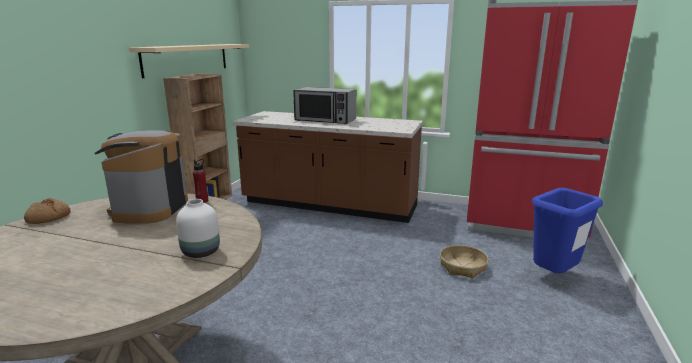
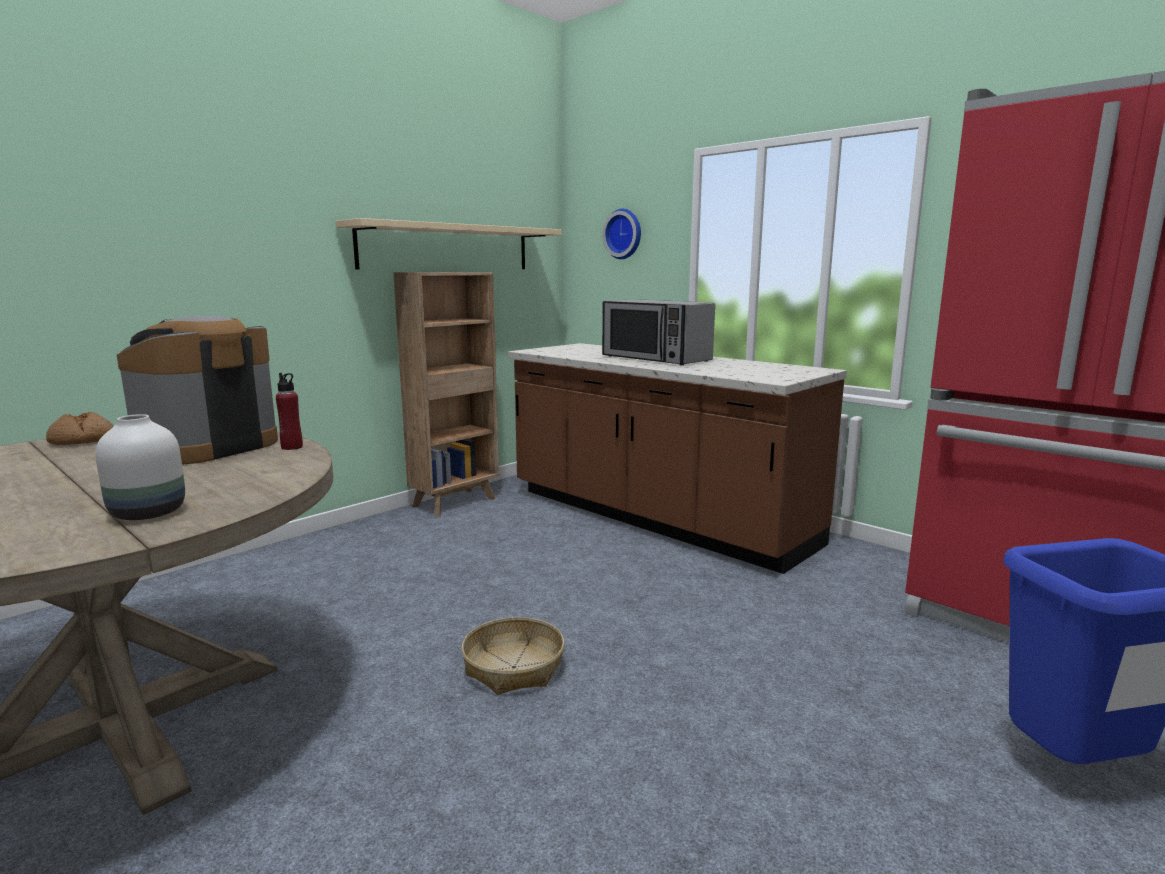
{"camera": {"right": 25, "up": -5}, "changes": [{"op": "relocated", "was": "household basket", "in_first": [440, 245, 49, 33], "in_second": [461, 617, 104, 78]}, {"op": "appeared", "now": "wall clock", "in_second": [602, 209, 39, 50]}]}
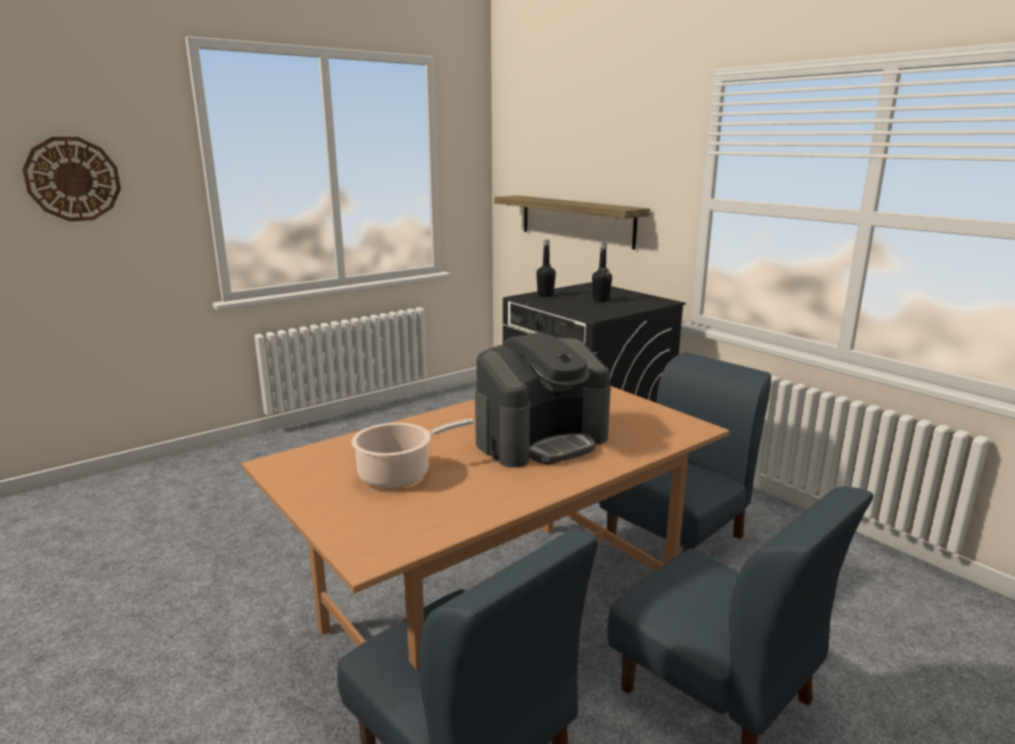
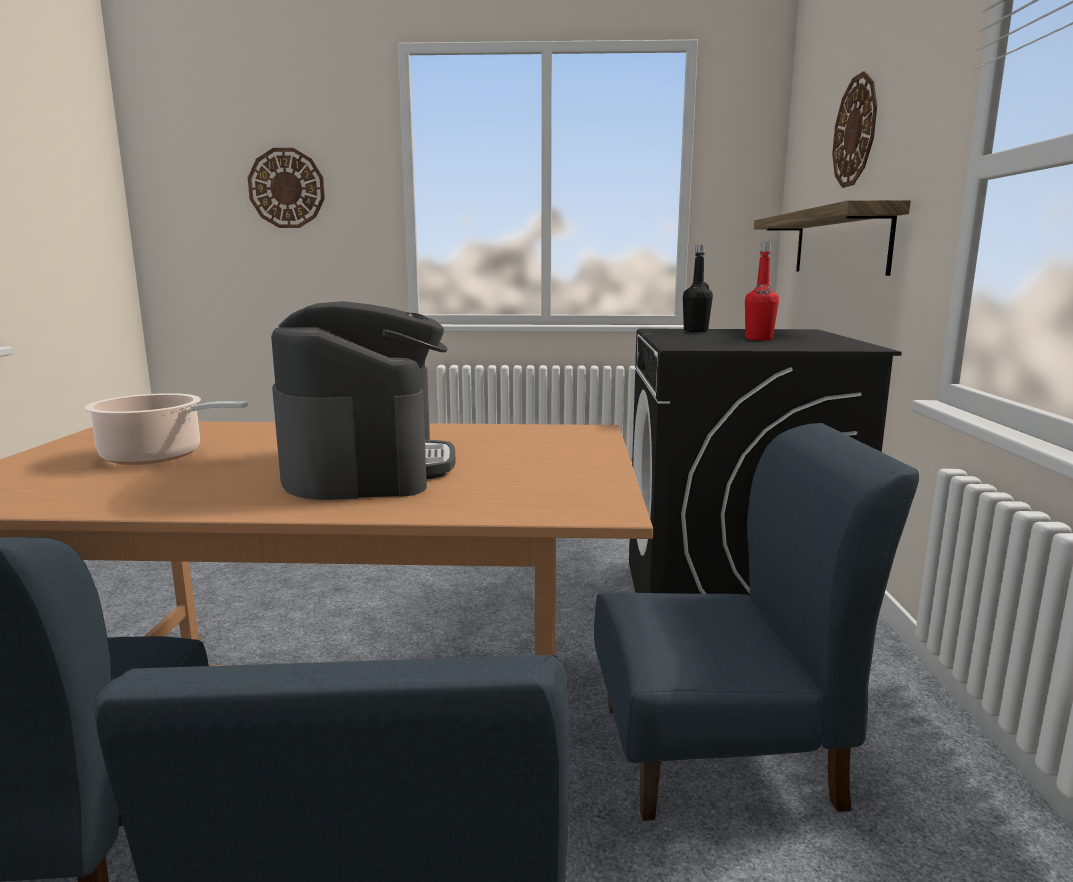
{"camera": {"right": 40, "up": -5}, "changes": [{"op": "spun", "was": "coffee maker", "in_first": [475, 332, 136, 135], "in_second": [271, 301, 184, 199], "clockwise": -105}, {"op": "colour", "was": "black bottle", "now": "red-coloured bottle", "in_first": [592, 243, 20, 59], "in_second": [745, 243, 34, 98]}, {"op": "appeared", "now": "wall clock", "in_second": [832, 71, 45, 117]}]}
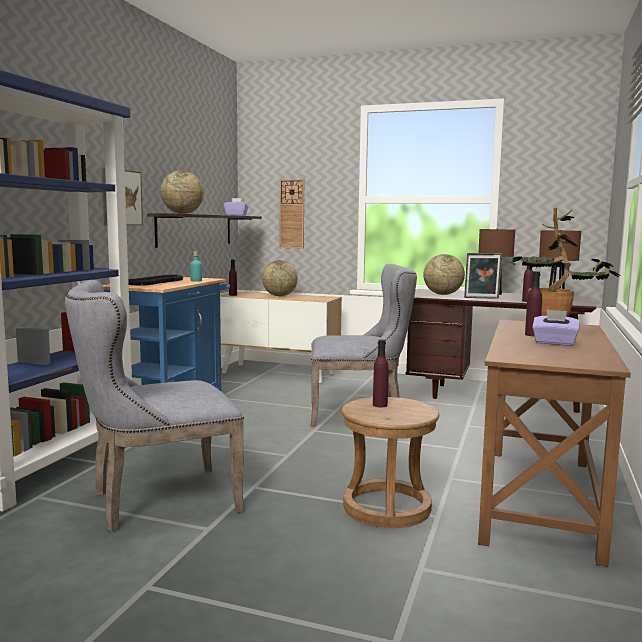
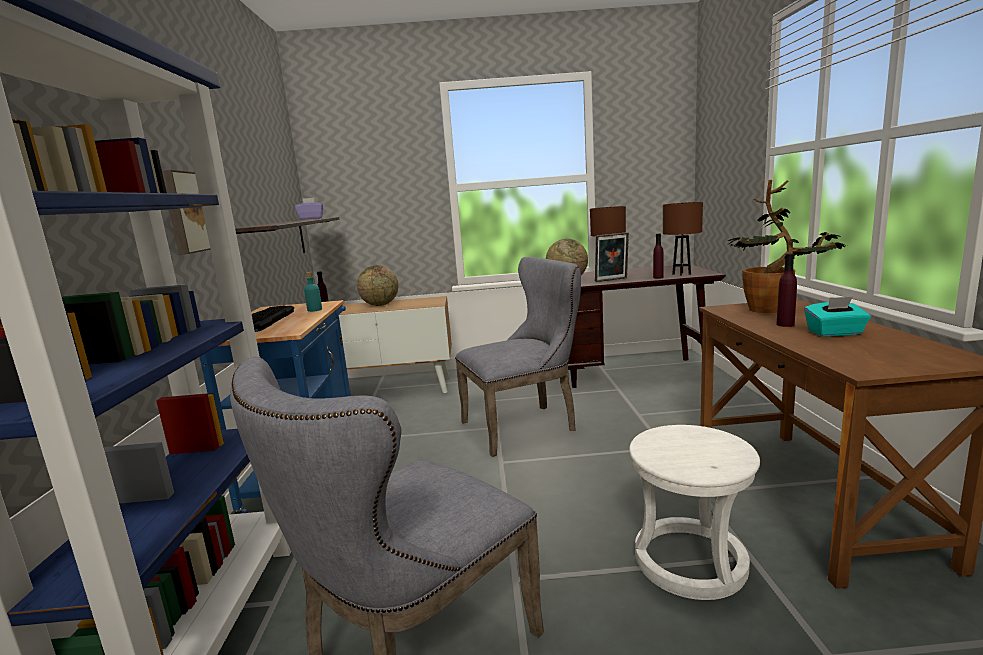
{"camera": {"right": -20, "up": 5}, "changes": [{"op": "colour", "was": "brown sitting stool", "now": "whitish sitting stool", "in_first": [341, 397, 98, 131], "in_second": [629, 425, 131, 175]}, {"op": "colour", "was": "purple-coloured box of tissues", "now": "blue-green box of tissues", "in_first": [532, 309, 48, 37], "in_second": [804, 296, 67, 41]}, {"op": "missing", "was": "globe", "in_first": [161, 170, 43, 44]}, {"op": "missing", "was": "wall clock", "in_first": [280, 179, 24, 70]}, {"op": "missing", "was": "purple-coloured bottle", "in_first": [373, 340, 16, 67]}]}
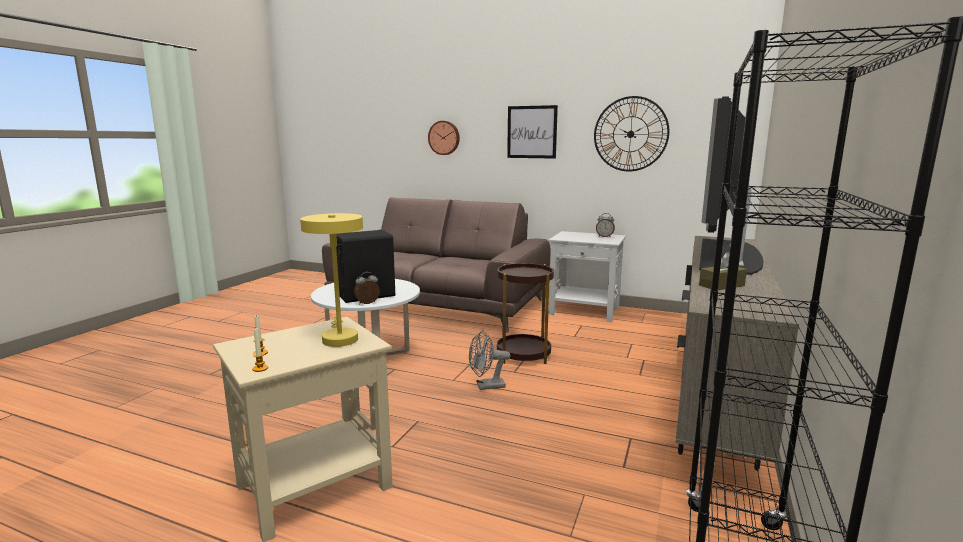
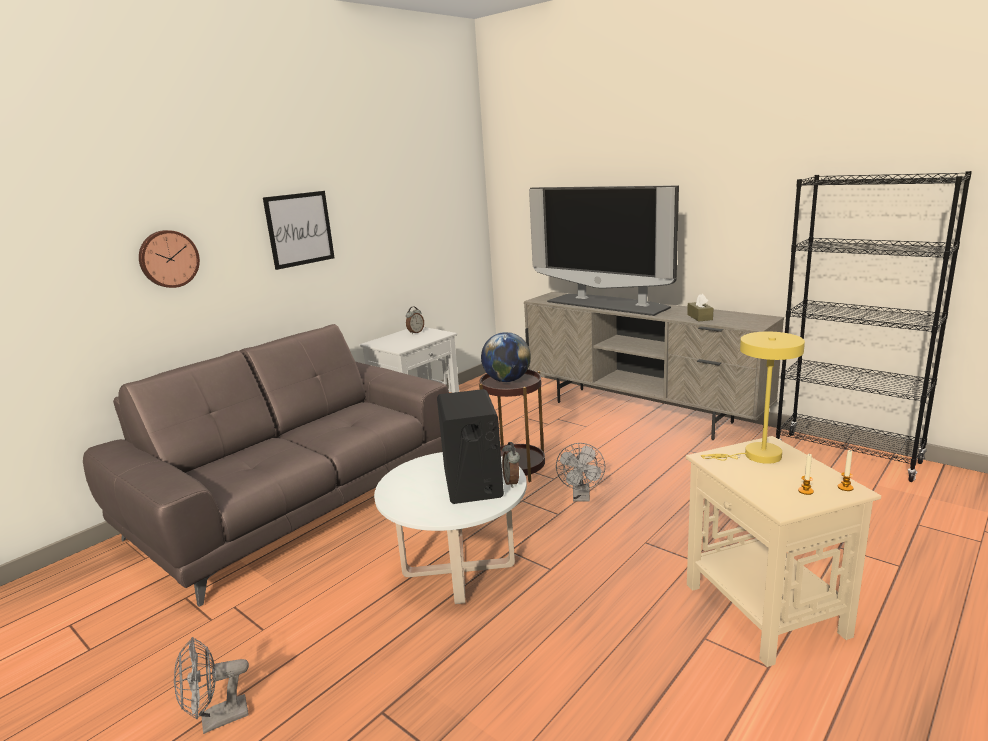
{"camera": {"right": -70, "up": 5}, "changes": [{"op": "appeared", "now": "gray electric fan", "in_second": [174, 637, 75, 97]}, {"op": "appeared", "now": "globe", "in_second": [481, 332, 50, 50]}, {"op": "missing", "was": "wall clock", "in_first": [594, 96, 75, 76]}]}
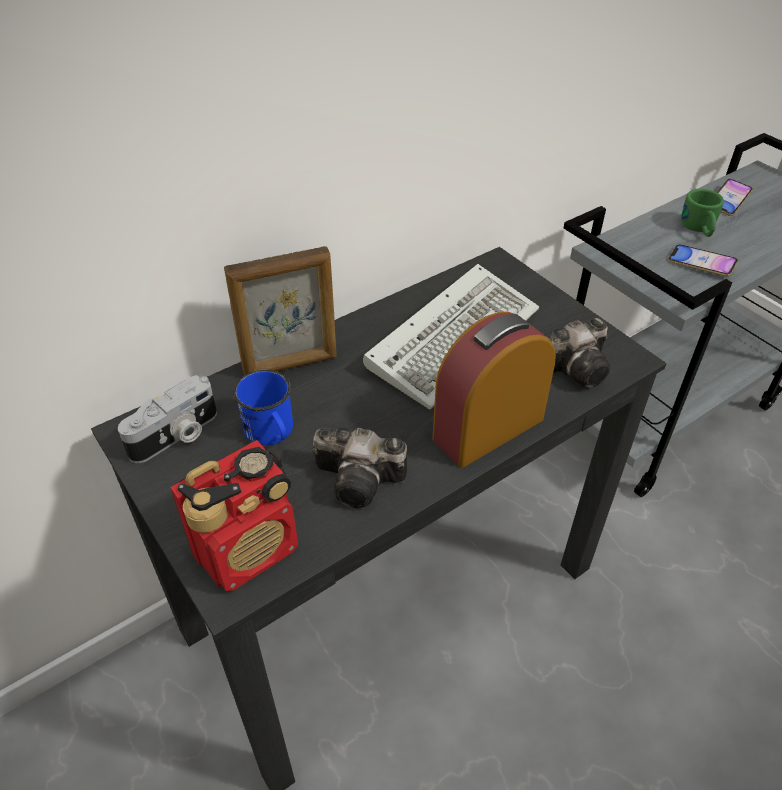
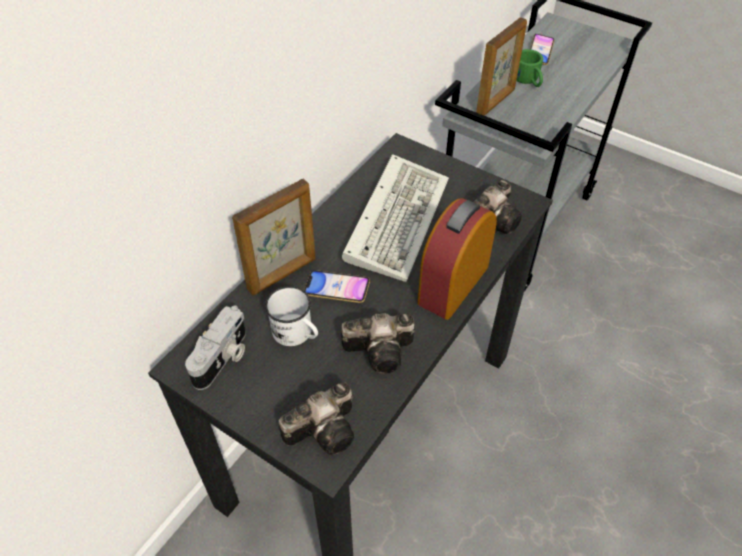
{"camera": {"right": -20, "up": 5}, "changes": [{"op": "colour", "was": "blue coffee mug", "now": "whitish coffee mug", "in_first": [233, 370, 60, 75], "in_second": [265, 286, 53, 60]}, {"op": "exchanged", "was": "radio", "now": "still camera", "in_first": [170, 440, 128, 151], "in_second": [279, 382, 75, 73]}, {"op": "relocated", "was": "handset", "in_first": [668, 244, 70, 32], "in_second": [304, 270, 66, 33]}, {"op": "appeared", "now": "photo frame", "in_second": [476, 17, 51, 99]}]}
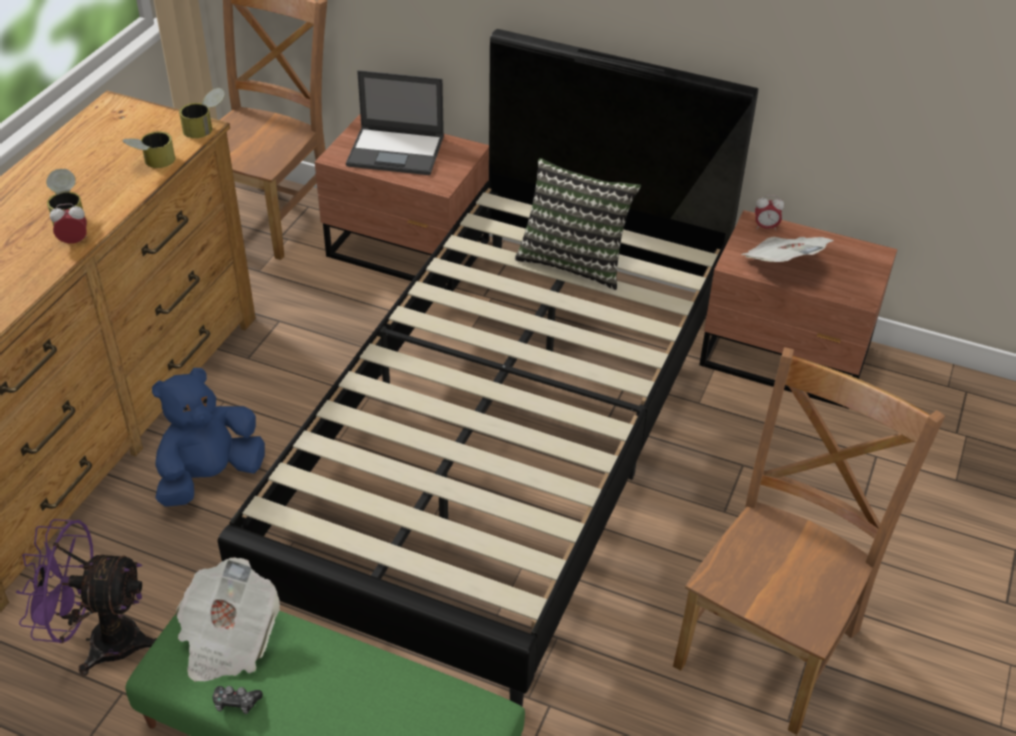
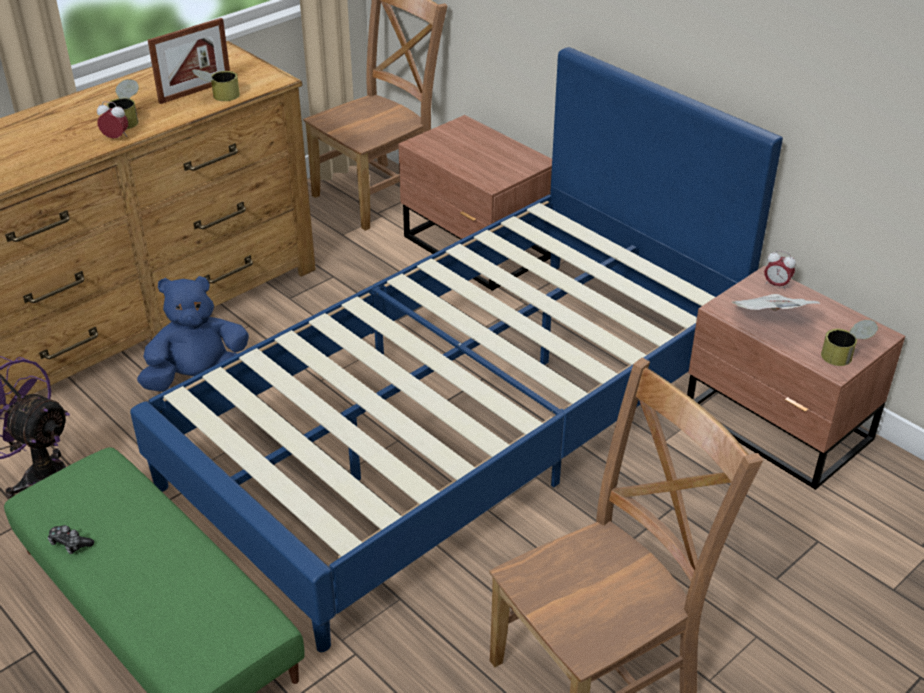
{"camera": {"right": 25, "up": -5}, "changes": [{"op": "colour", "was": "black sleeping bed", "now": "blue sleeping bed", "in_first": [218, 29, 540, 678], "in_second": [130, 47, 653, 605]}, {"op": "appeared", "now": "photo frame", "in_second": [148, 18, 82, 86]}, {"op": "relocated", "was": "metal can", "in_first": [179, 88, 46, 50], "in_second": [821, 320, 57, 46]}, {"op": "missing", "was": "newspaper", "in_first": [176, 557, 104, 125]}, {"op": "missing", "was": "notebook computer", "in_first": [346, 70, 98, 105]}, {"op": "missing", "was": "throw pillow", "in_first": [515, 158, 126, 132]}]}
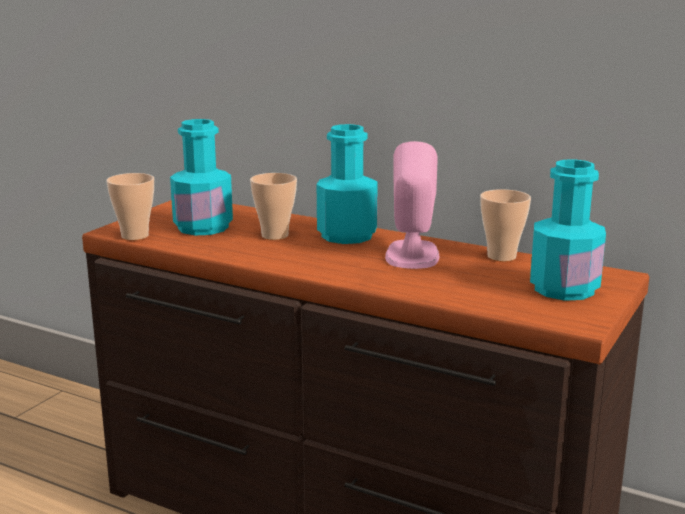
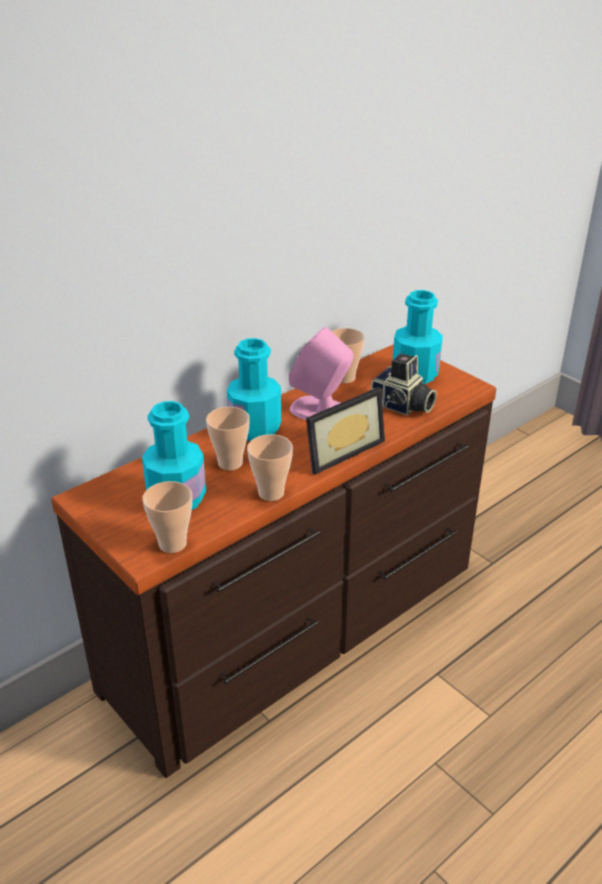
{"camera": {"right": -70, "up": 15}, "changes": [{"op": "appeared", "now": "cup", "in_second": [247, 434, 46, 67]}, {"op": "appeared", "now": "photo frame", "in_second": [306, 387, 79, 88]}, {"op": "appeared", "now": "still camera", "in_second": [369, 353, 68, 62]}]}
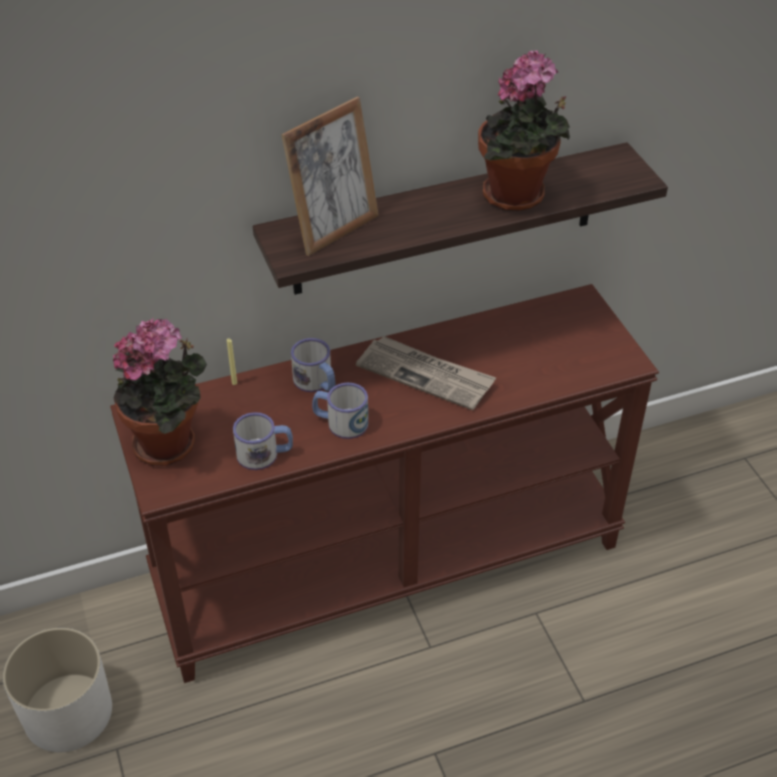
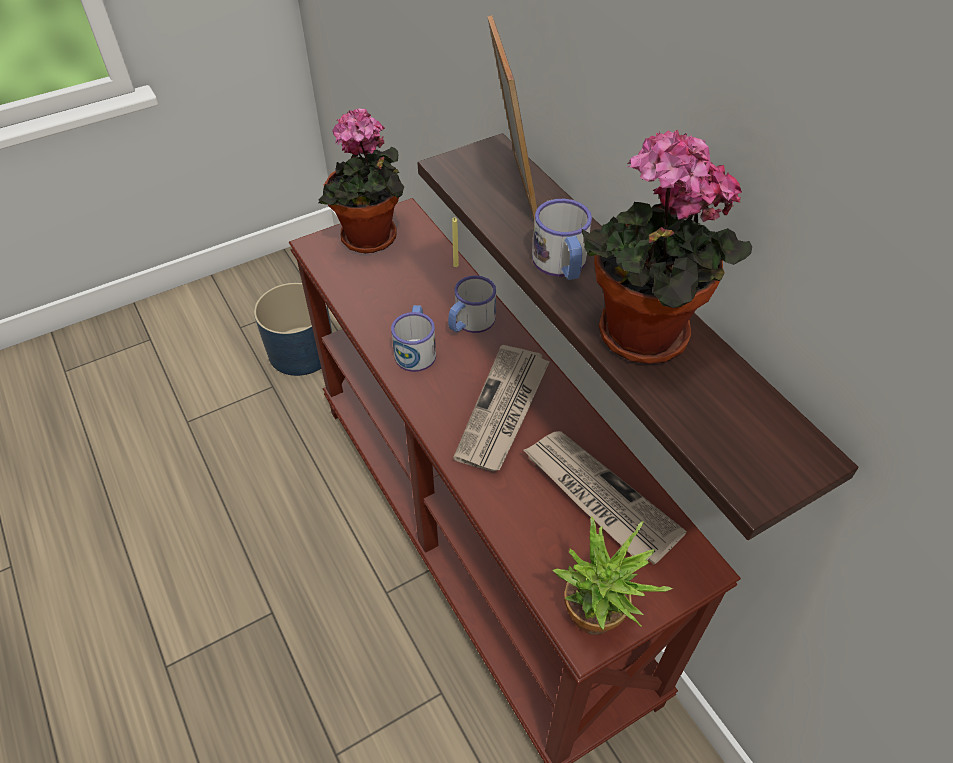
{"camera": {"right": 80, "up": 5}, "changes": [{"op": "colour", "was": "whitish flower pot", "now": "blue flower pot", "in_first": [3, 627, 109, 125], "in_second": [254, 283, 78, 93]}, {"op": "spun", "was": "photo frame", "in_first": [281, 97, 98, 159], "in_second": [487, 15, 50, 206], "clockwise": -135}, {"op": "appeared", "now": "newspaper", "in_second": [523, 431, 164, 134]}, {"op": "relocated", "was": "coffee mug", "in_first": [233, 412, 60, 58], "in_second": [532, 199, 60, 81]}, {"op": "appeared", "now": "potted plant", "in_second": [553, 516, 120, 119]}]}
